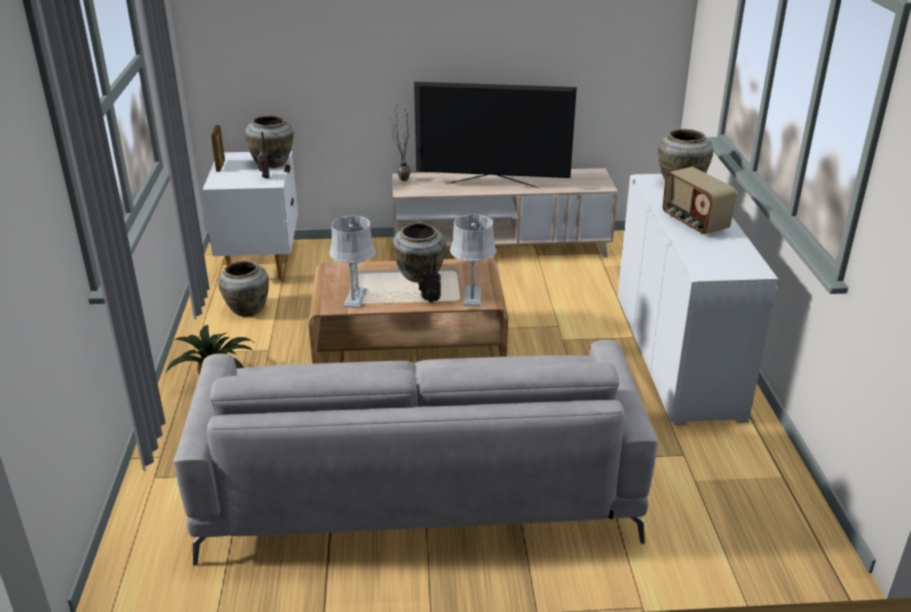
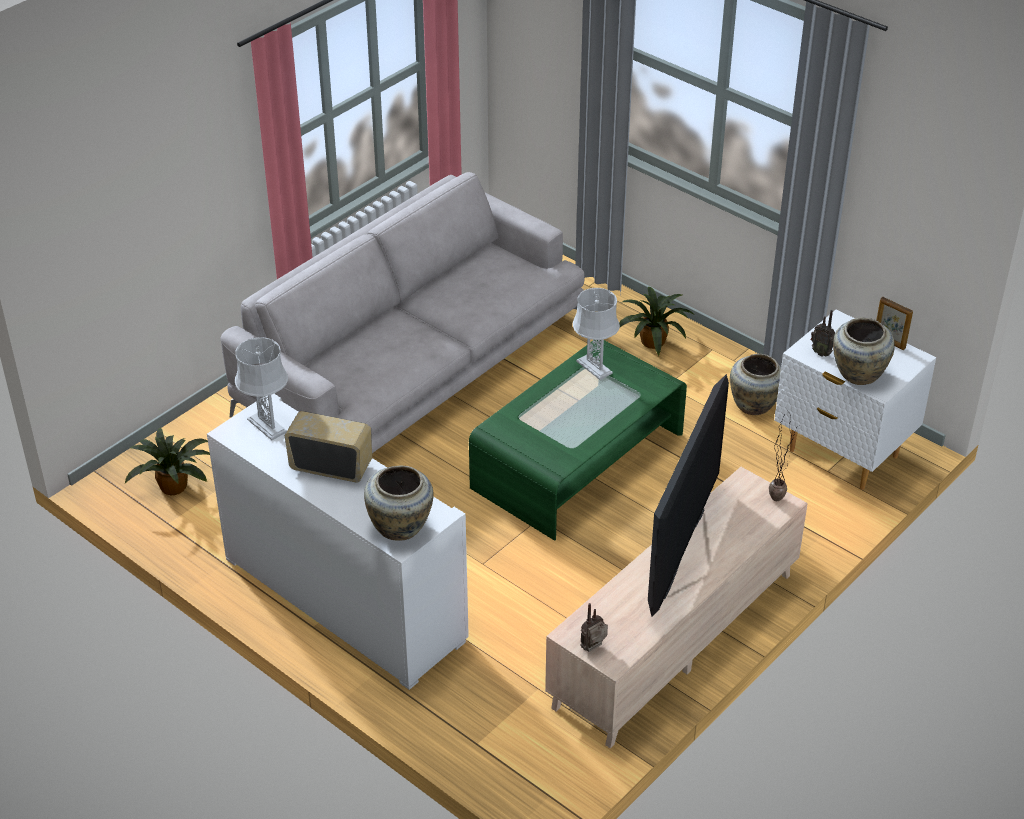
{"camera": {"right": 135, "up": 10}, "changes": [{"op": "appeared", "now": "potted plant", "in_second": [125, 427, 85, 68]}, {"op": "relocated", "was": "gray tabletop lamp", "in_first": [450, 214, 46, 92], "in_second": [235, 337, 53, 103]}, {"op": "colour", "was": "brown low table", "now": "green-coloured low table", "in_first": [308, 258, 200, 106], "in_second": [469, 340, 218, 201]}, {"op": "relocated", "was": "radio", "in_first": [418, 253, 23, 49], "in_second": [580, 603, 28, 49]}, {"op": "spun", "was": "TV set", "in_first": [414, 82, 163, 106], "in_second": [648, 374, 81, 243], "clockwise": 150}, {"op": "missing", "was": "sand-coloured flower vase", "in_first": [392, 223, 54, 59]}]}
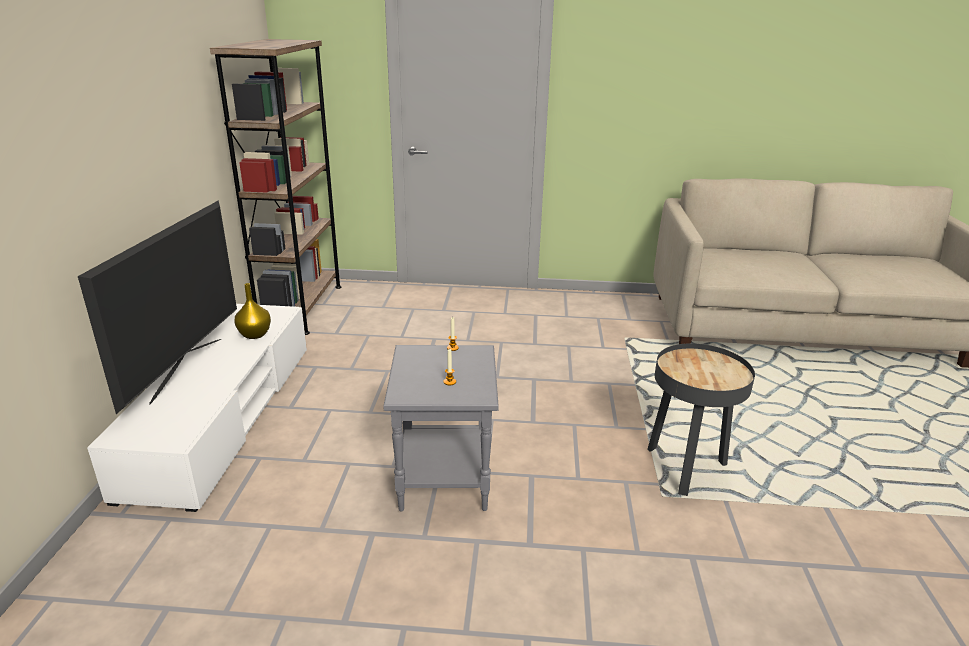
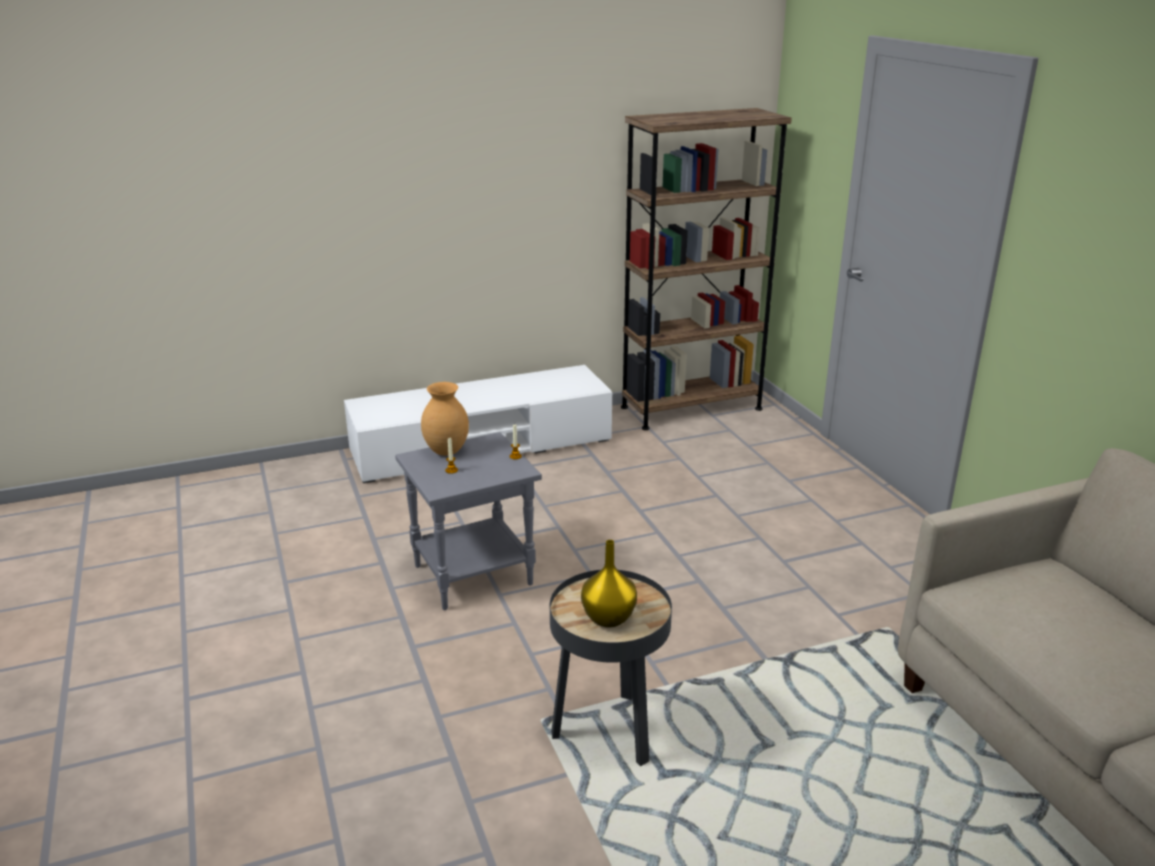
{"camera": {"right": 65, "up": 0}, "changes": [{"op": "appeared", "now": "brown flower vase", "in_second": [421, 382, 48, 74]}, {"op": "relocated", "was": "yellow flower vase", "in_first": [234, 283, 37, 56], "in_second": [581, 540, 56, 88]}, {"op": "missing", "was": "TV set", "in_first": [78, 200, 159, 214]}]}
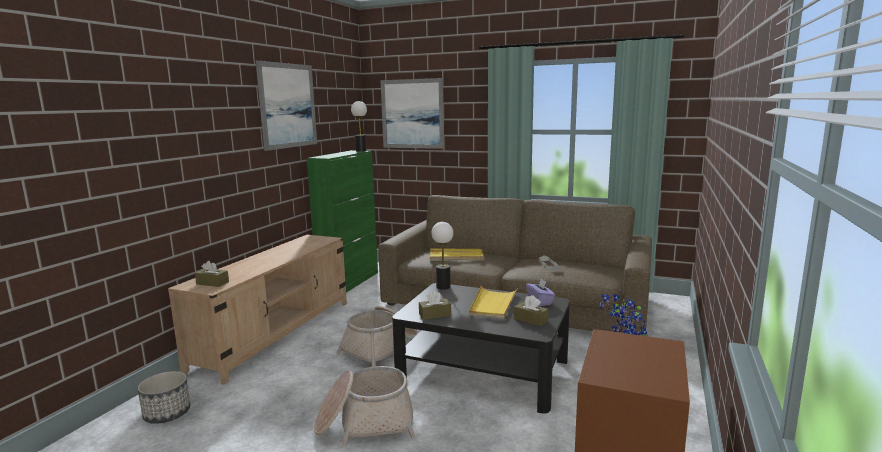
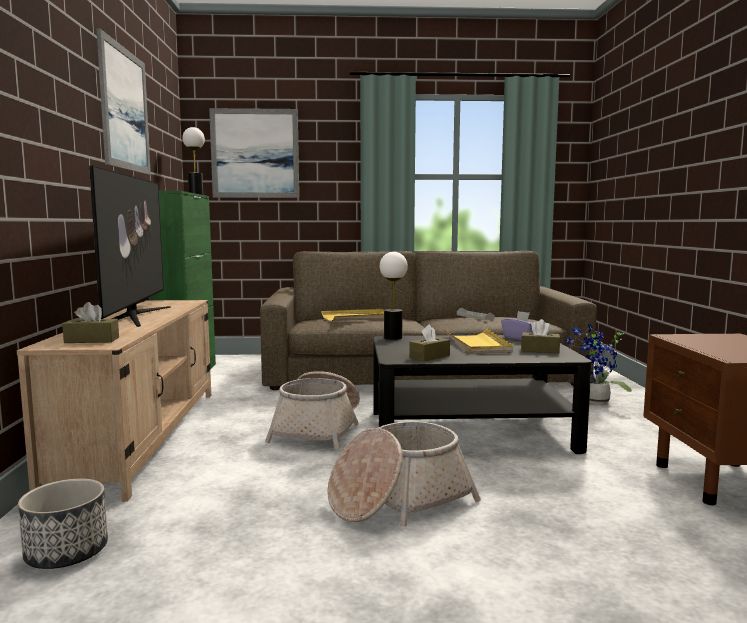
{"camera": {"right": -25, "up": -5}, "changes": [{"op": "appeared", "now": "TV set", "in_second": [89, 165, 82, 162]}]}
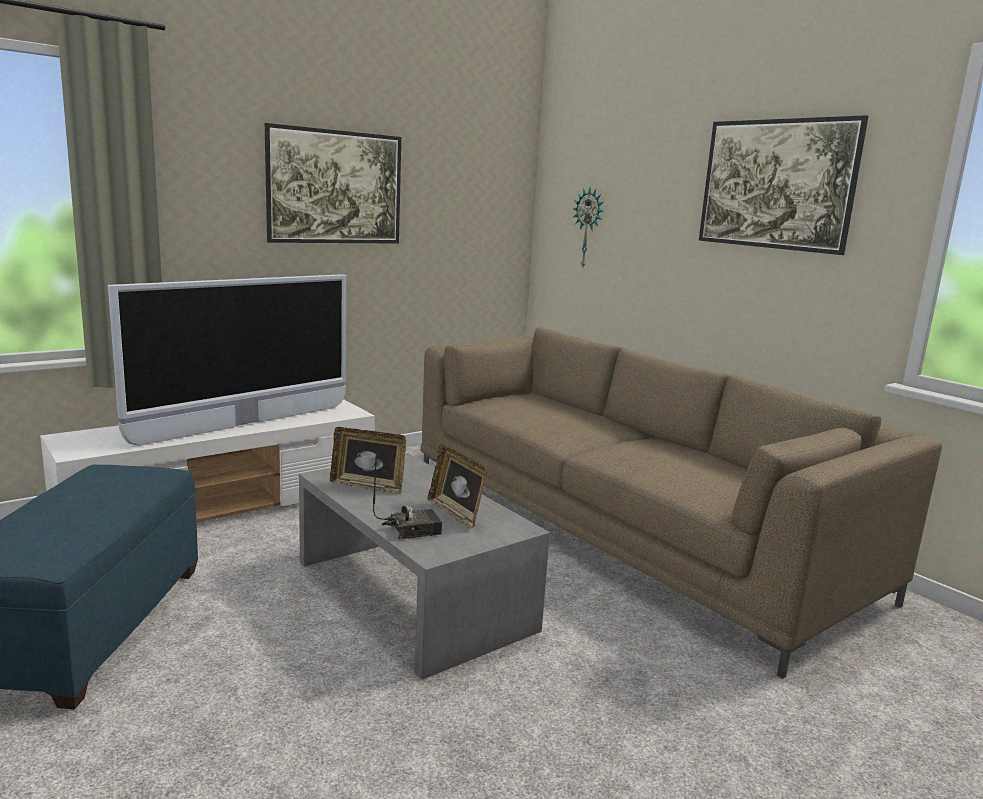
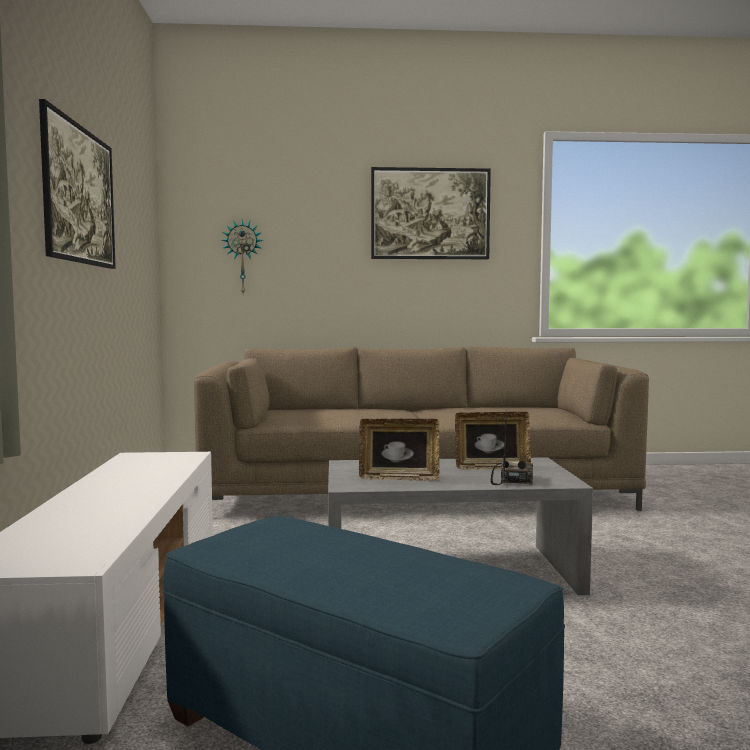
{"camera": {"right": -55, "up": -10}, "changes": [{"op": "spun", "was": "photo frame", "in_first": [330, 427, 76, 67], "in_second": [359, 419, 81, 62], "clockwise": 45}, {"op": "missing", "was": "TV set", "in_first": [108, 274, 238, 172]}]}
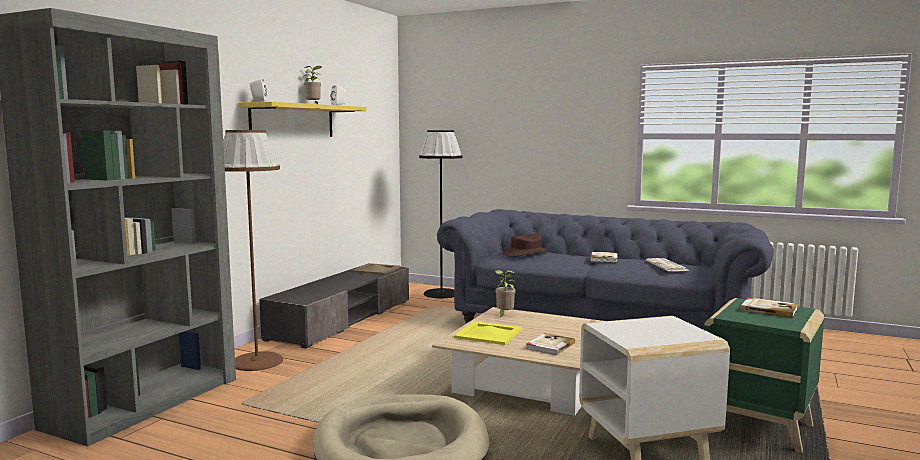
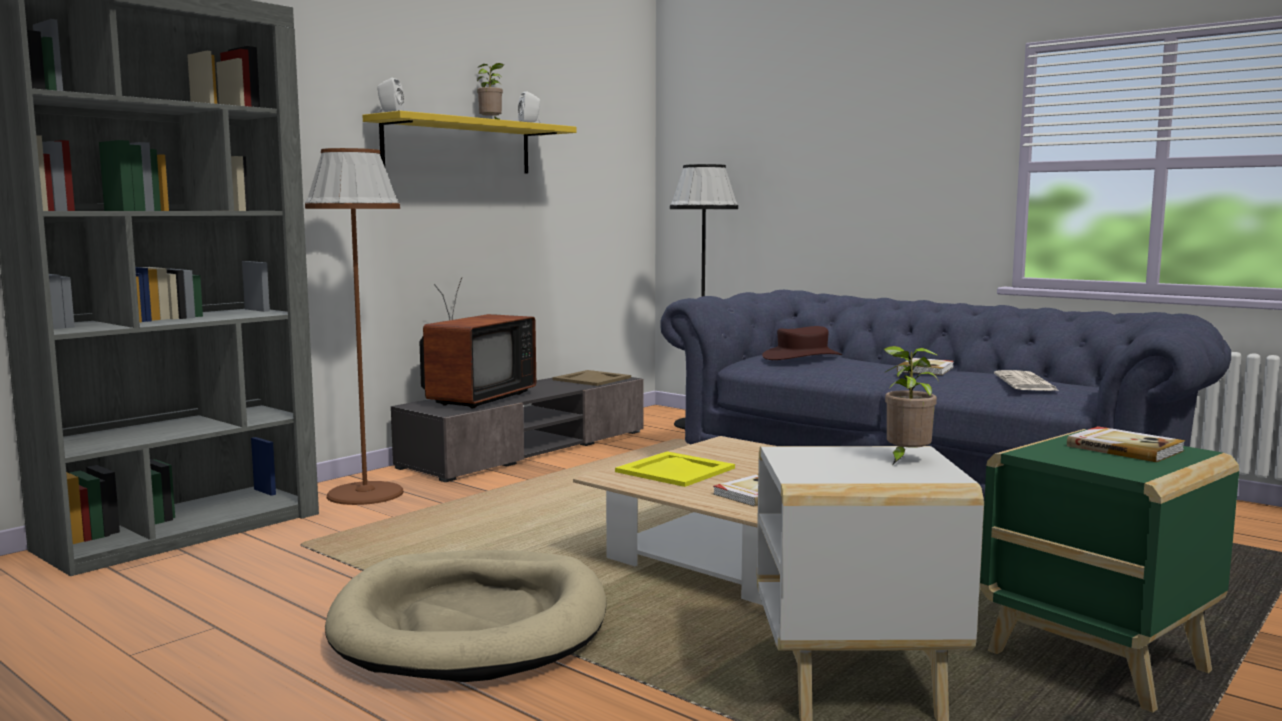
{"camera": {"right": 15, "up": 0}, "changes": [{"op": "appeared", "now": "TV set", "in_second": [420, 277, 116, 131]}, {"op": "relocated", "was": "potted plant", "in_first": [495, 270, 21, 47], "in_second": [884, 346, 55, 119]}]}
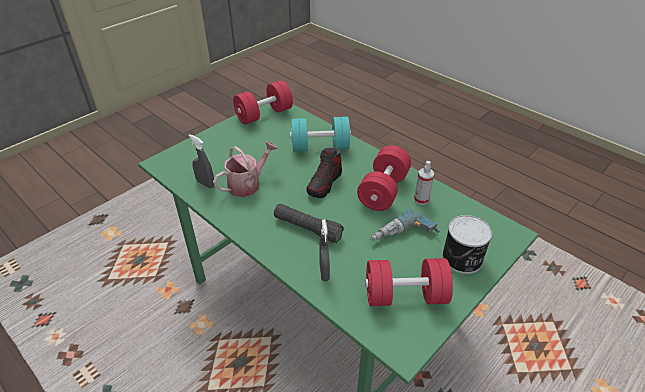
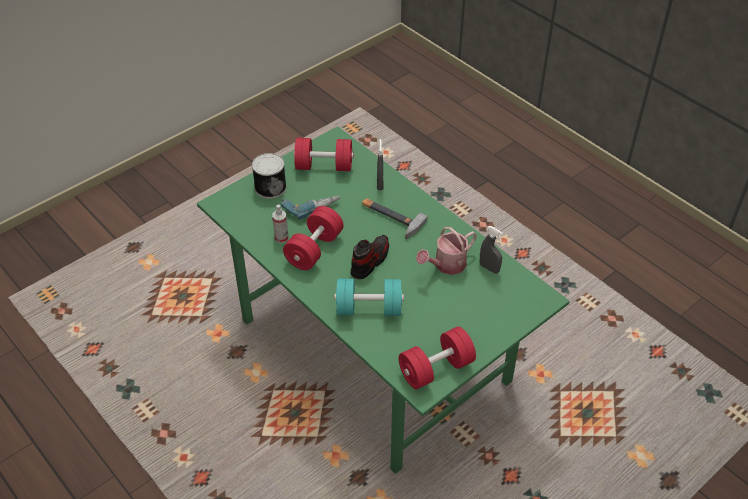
{"camera": {"right": -175, "up": 5}, "changes": [{"op": "exchanged", "was": "black flashlight", "now": "hammer", "in_first": [274, 204, 70, 39], "in_second": [362, 198, 66, 41]}]}
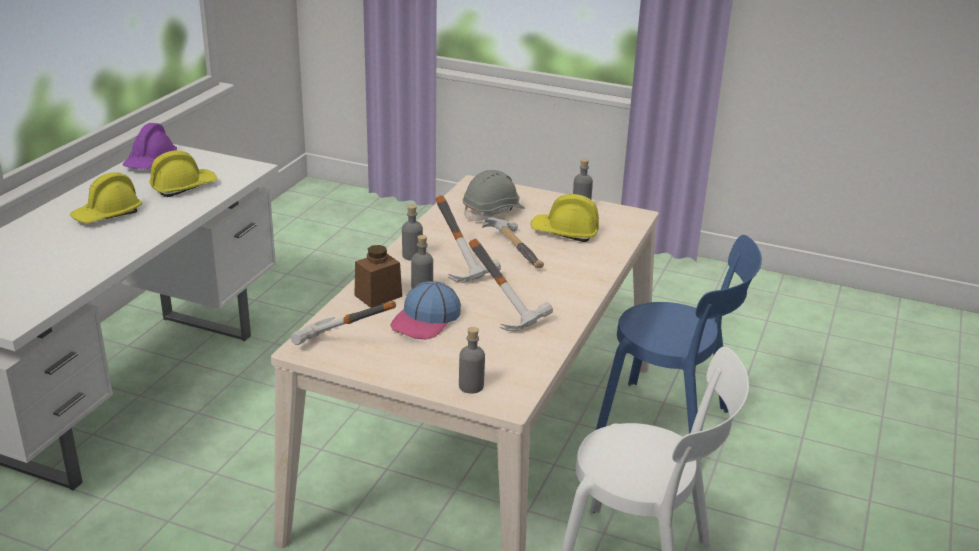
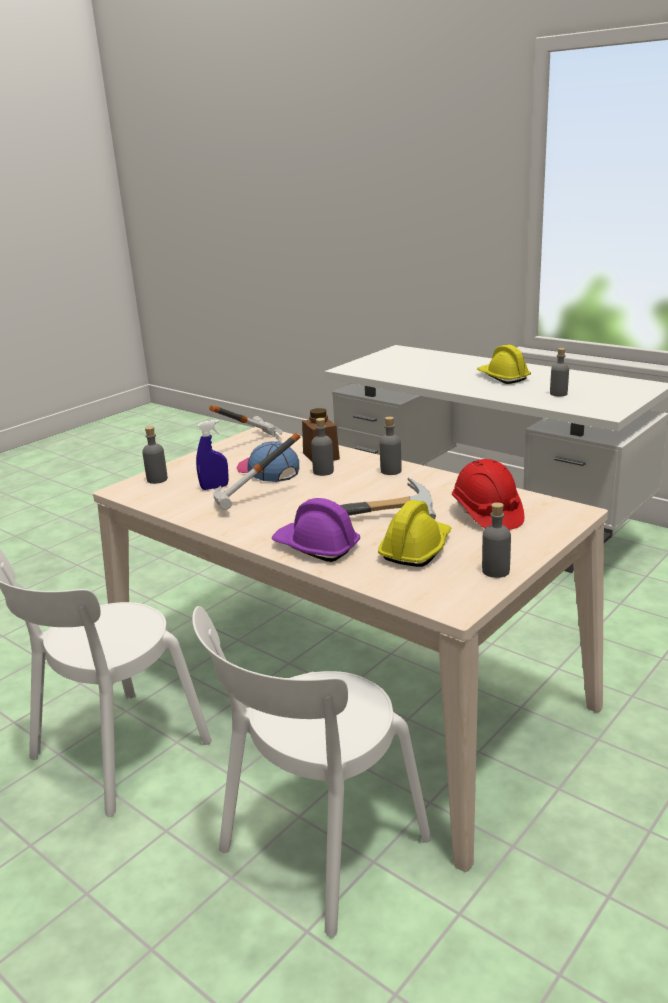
{"camera": {"right": 110, "up": -5}, "changes": [{"op": "colour", "was": "blue upright chair", "now": "whitish upright chair", "in_first": [596, 235, 166, 226], "in_second": [192, 606, 239, 332]}, {"op": "appeared", "now": "blue hand sprayer", "in_second": [196, 420, 33, 70]}, {"op": "relocated", "was": "purple-coloured work helmet", "in_first": [122, 123, 55, 46], "in_second": [272, 498, 88, 64]}, {"op": "colour", "was": "gray work helmet", "now": "red-coloured work helmet", "in_first": [463, 170, 62, 51], "in_second": [452, 459, 72, 71]}, {"op": "exchanged", "was": "yellow work helmet", "now": "gray bottle", "in_first": [149, 150, 68, 47], "in_second": [550, 348, 19, 48]}, {"op": "missing", "was": "hammer", "in_first": [435, 195, 66, 88]}]}
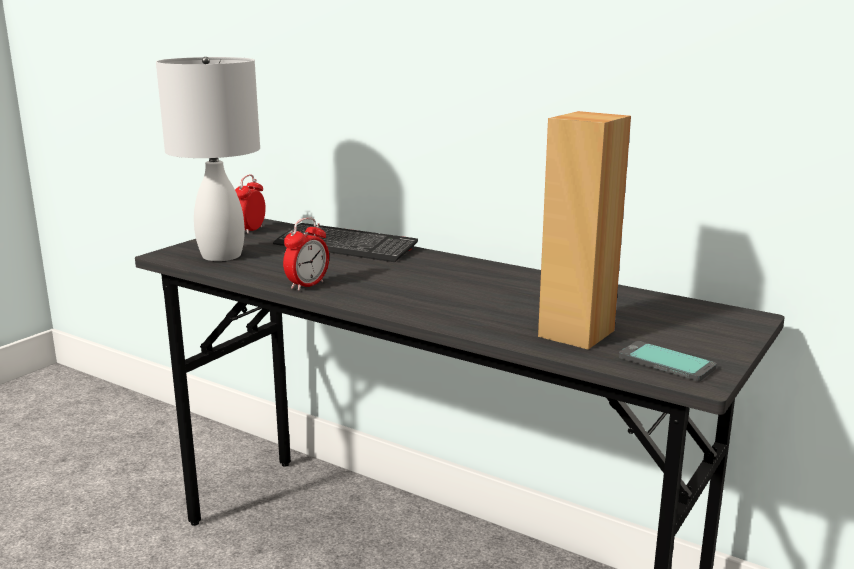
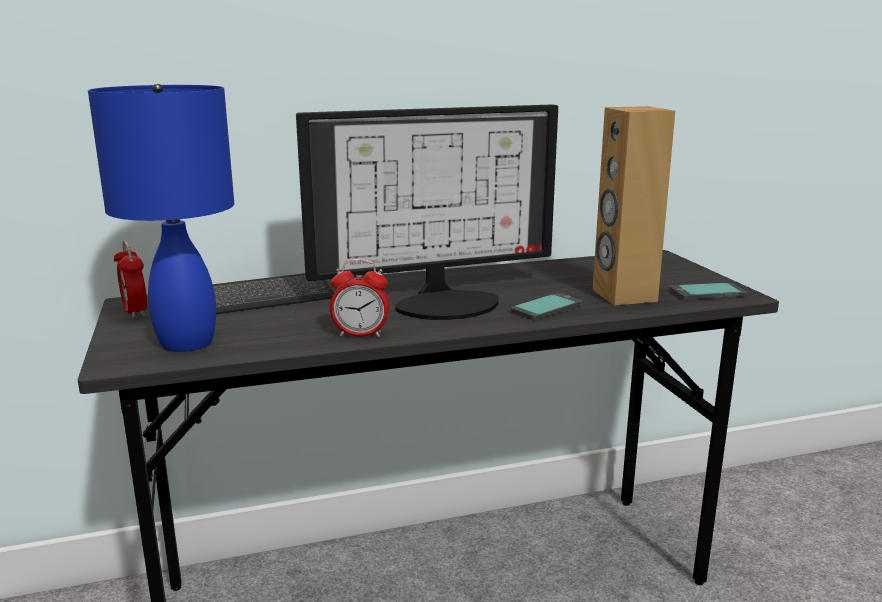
{"camera": {"right": -50, "up": 0}, "changes": [{"op": "colour", "was": "whitish tabletop lamp", "now": "blue tabletop lamp", "in_first": [156, 57, 104, 204], "in_second": [88, 83, 146, 269]}, {"op": "appeared", "now": "computer display", "in_second": [296, 104, 262, 216]}, {"op": "spun", "was": "table clock", "in_first": [283, 217, 46, 74], "in_second": [330, 259, 59, 78], "clockwise": 105}, {"op": "appeared", "now": "handset", "in_second": [511, 293, 71, 27]}]}
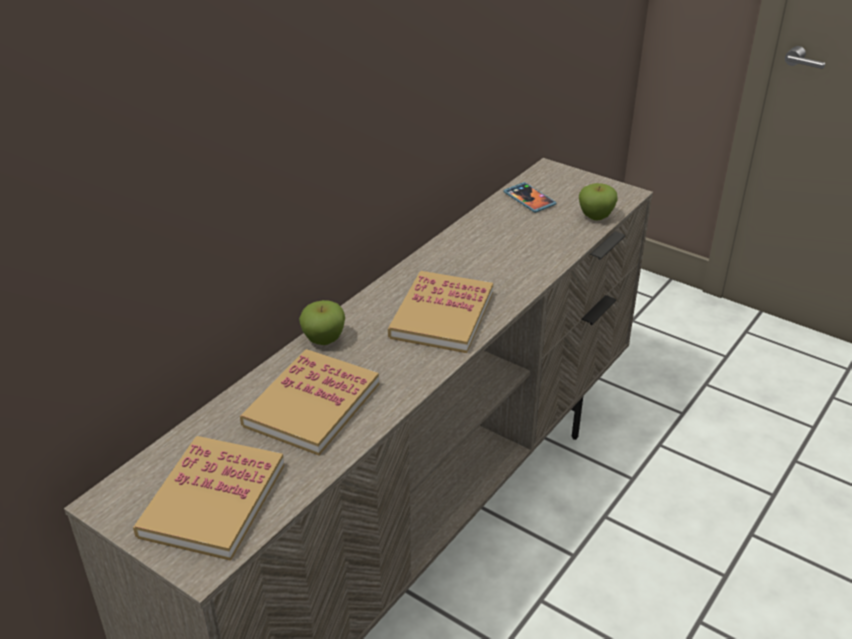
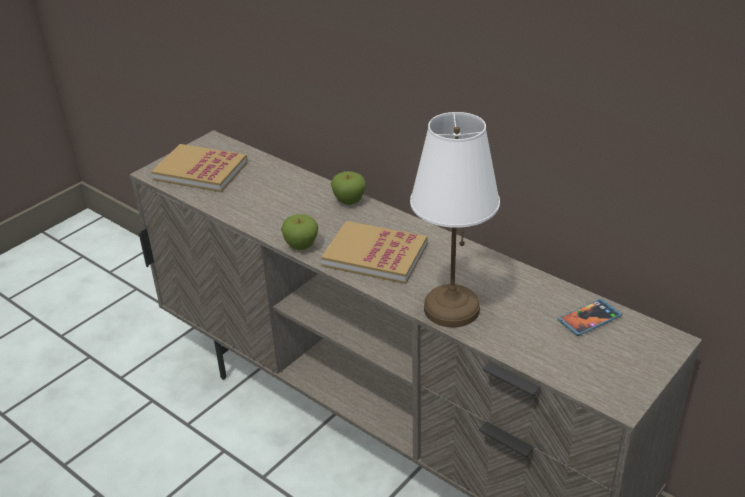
{"camera": {"right": 95, "up": 0}, "changes": [{"op": "relocated", "was": "apple", "in_first": [579, 183, 39, 37], "in_second": [281, 214, 37, 36]}, {"op": "appeared", "now": "whitish tabletop lamp", "in_second": [410, 112, 90, 215]}, {"op": "missing", "was": "bound book", "in_first": [240, 349, 139, 107]}]}
